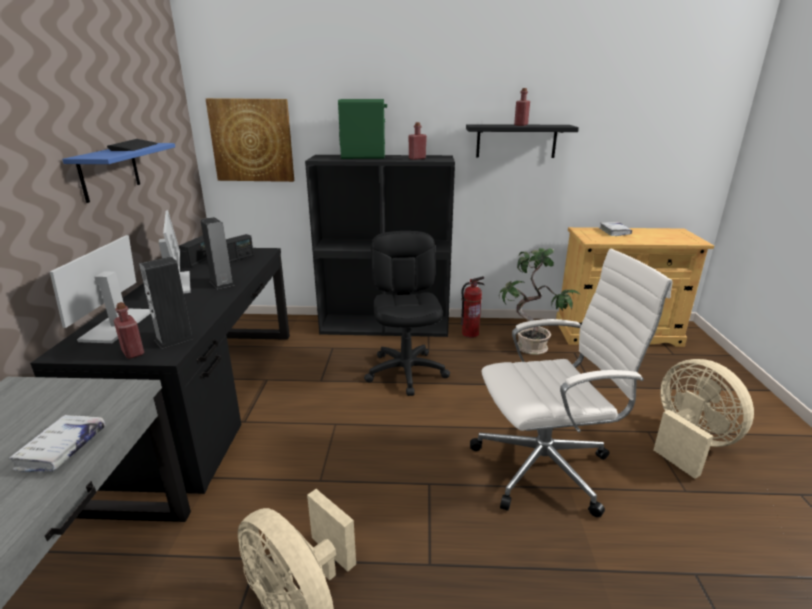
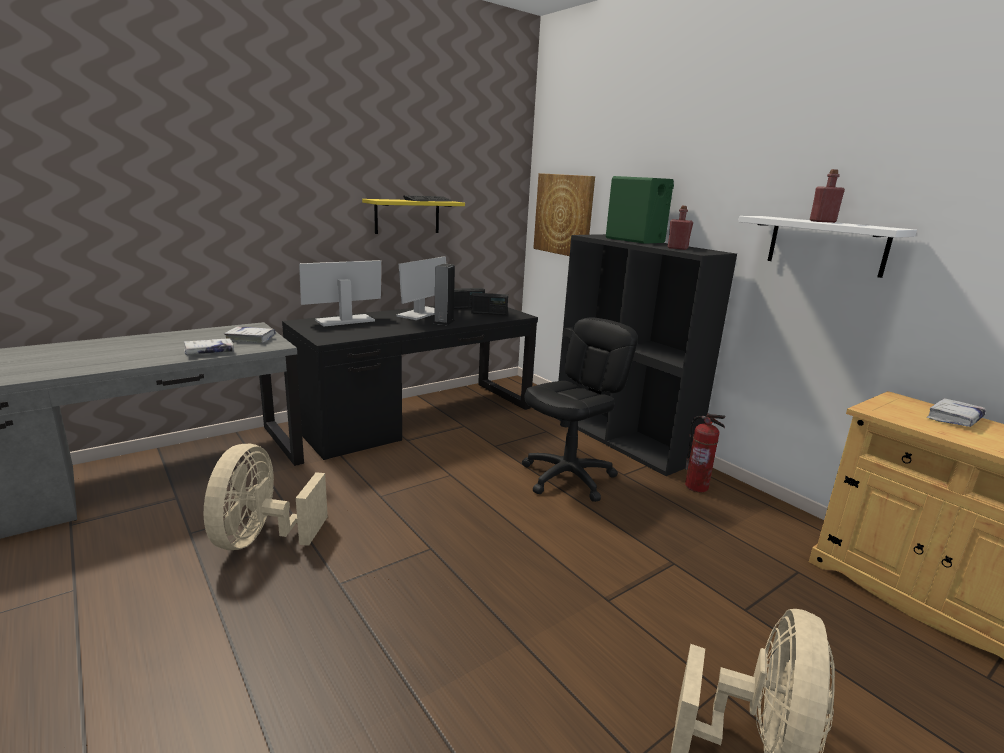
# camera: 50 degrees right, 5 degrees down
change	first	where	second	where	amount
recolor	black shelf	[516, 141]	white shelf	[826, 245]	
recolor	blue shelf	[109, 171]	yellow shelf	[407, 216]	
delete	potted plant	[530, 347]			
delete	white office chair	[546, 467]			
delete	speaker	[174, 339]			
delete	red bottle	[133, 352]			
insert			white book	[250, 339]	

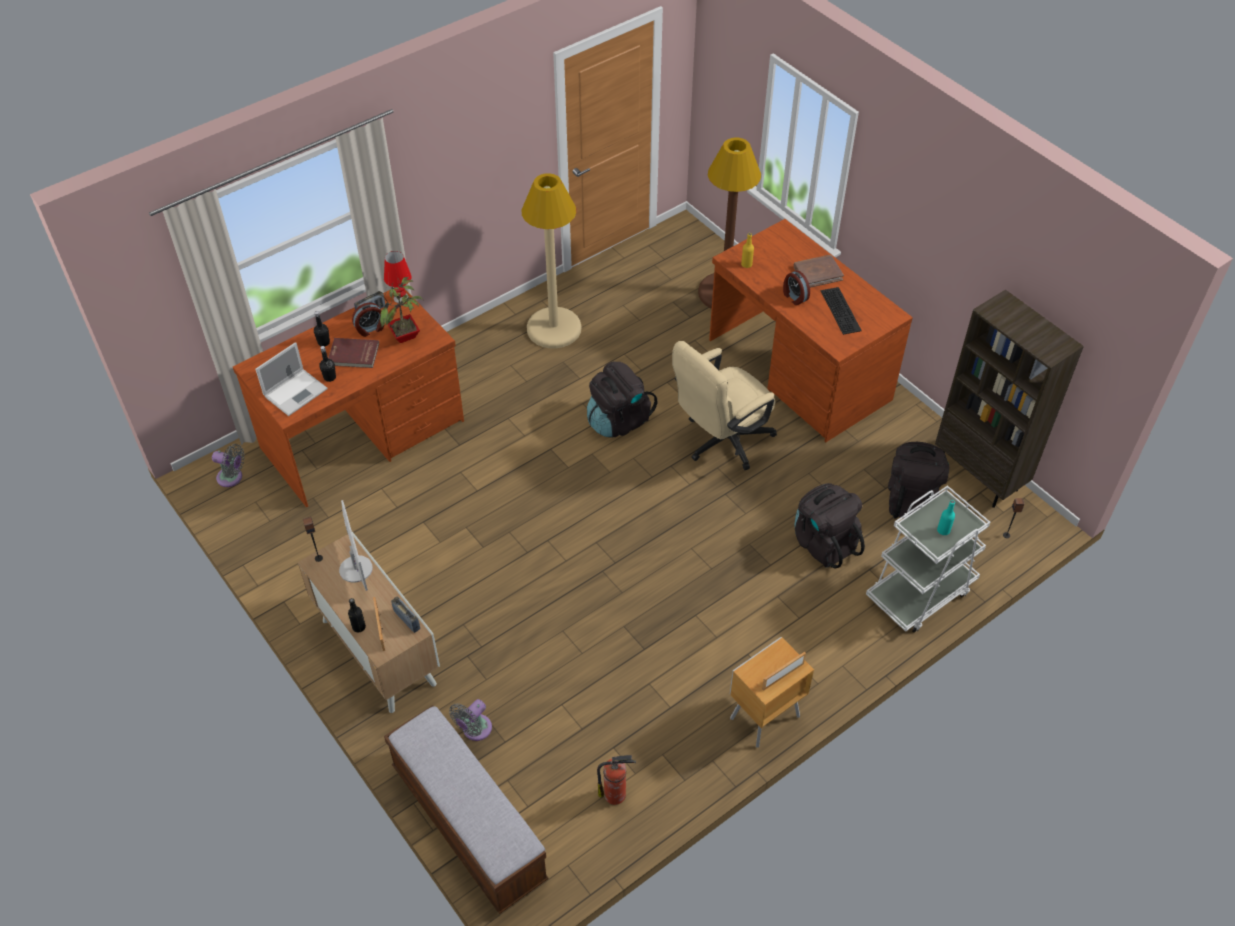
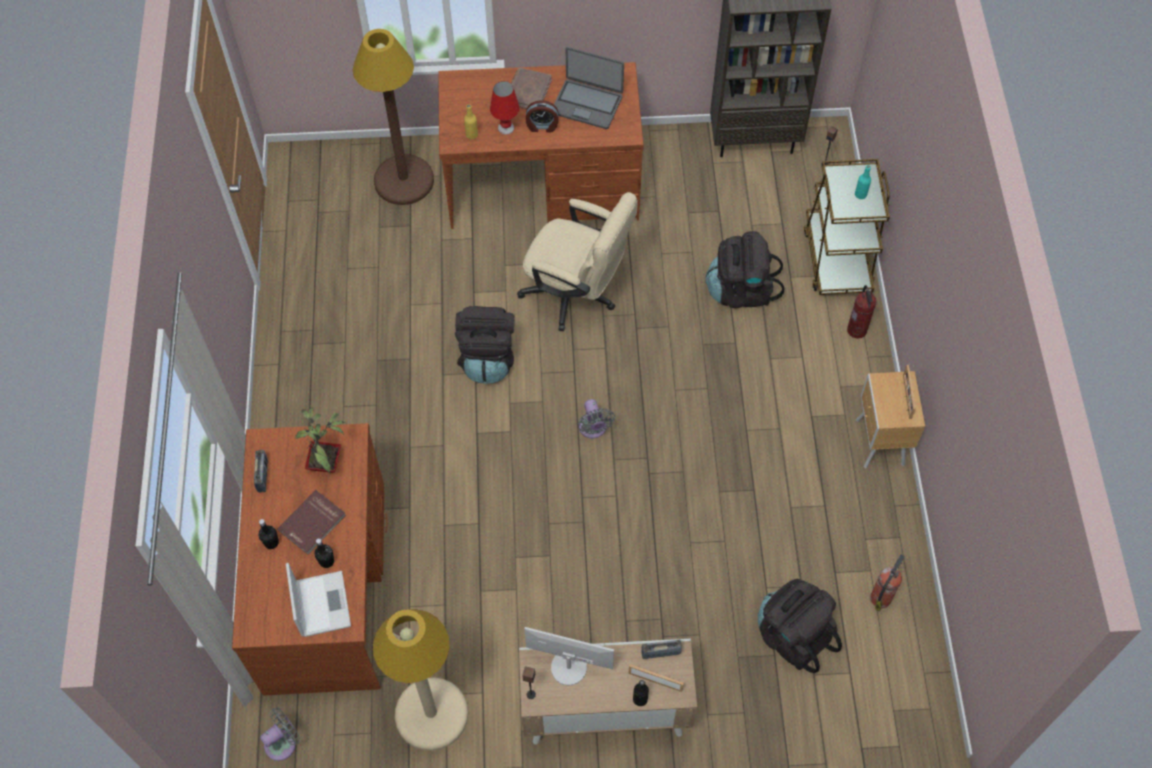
# camera: 55 degrees left, 10 degrees up
change	first	where	second	where	amount
move	beige floor lamp	[554, 328]		[431, 714]	
move	red table lamp	[400, 298]		[506, 128]	
replace	keyboard	[842, 311]	laptop	[587, 104]	
delete	alarm clock	[370, 329]			
rotate	beige office chair	[721, 442]		[577, 295]	60 degrees counterclockwise
move	black backpack	[911, 499]		[792, 635]	
recolor	white cart	[919, 593]	brown cart	[837, 258]	
move	grey fan	[474, 730]		[593, 429]	
delete	bench	[468, 823]			
insert			fire extinguisher	[857, 330]	

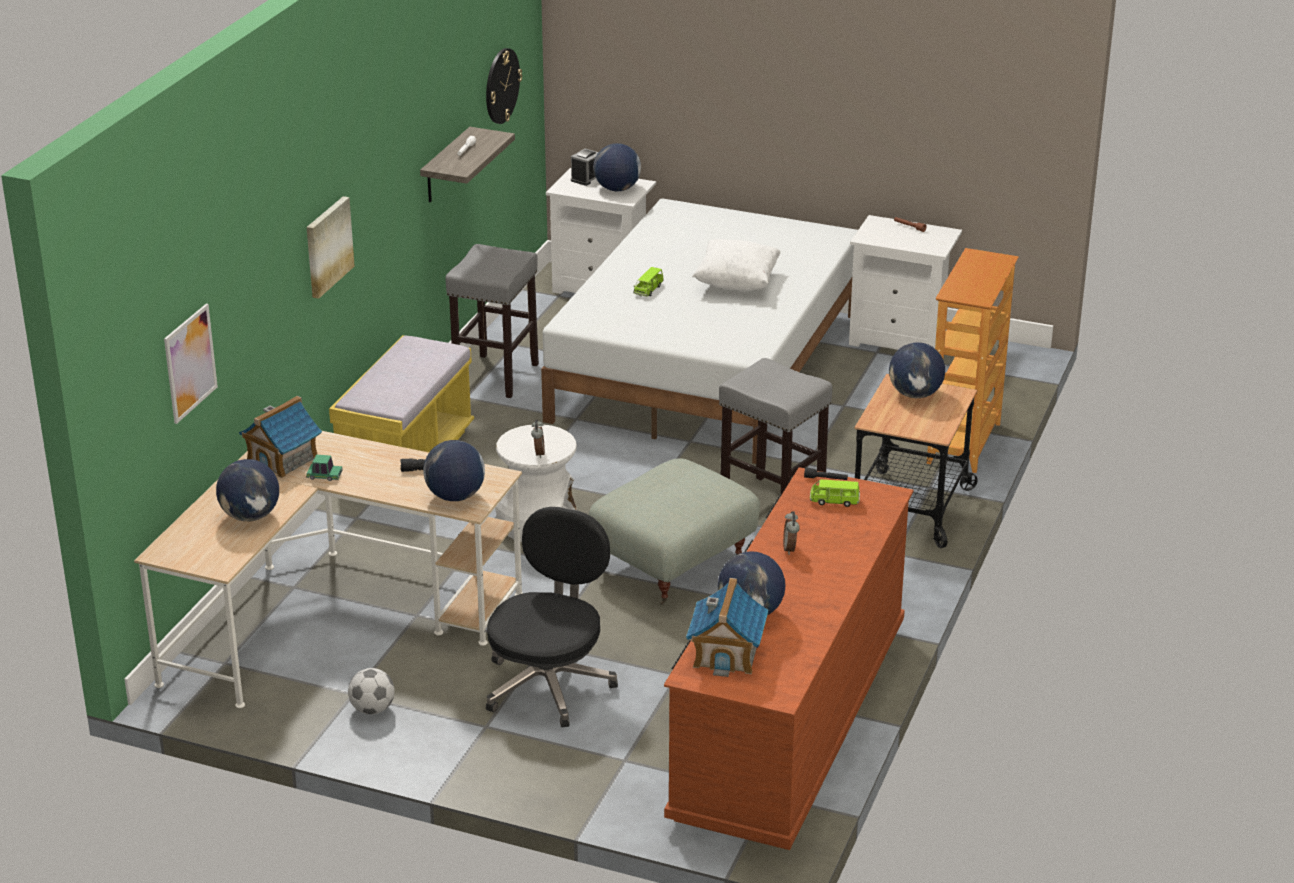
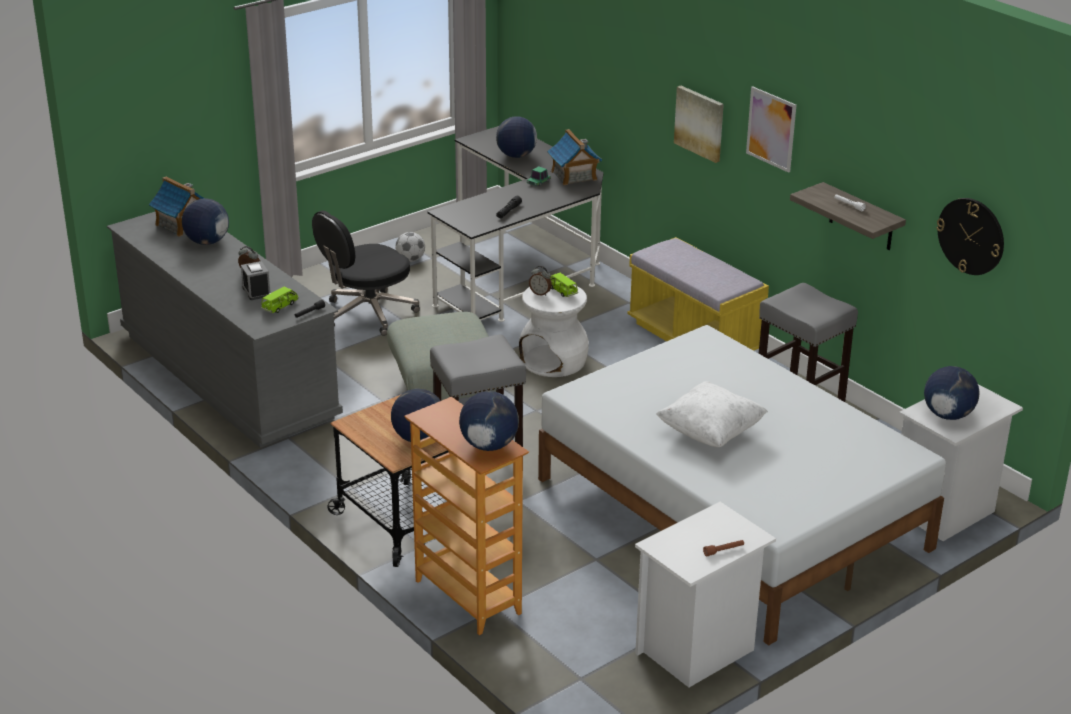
# camera: 120 degrees right, 0 degrees up
change	first	where	second	where	amount
move	alarm clock	[586, 178]		[256, 291]	
move	green toy car	[648, 290]		[562, 291]	
move	picture	[190, 363]		[771, 129]	
recolor	beige desk	[331, 615]	black desk	[520, 269]	
move	globe	[455, 496]		[489, 445]	
recolor	brown dresser	[789, 722]	grey dresser	[228, 375]	
rotate	black office chair	[549, 684]		[367, 314]	90 degrees clockwise

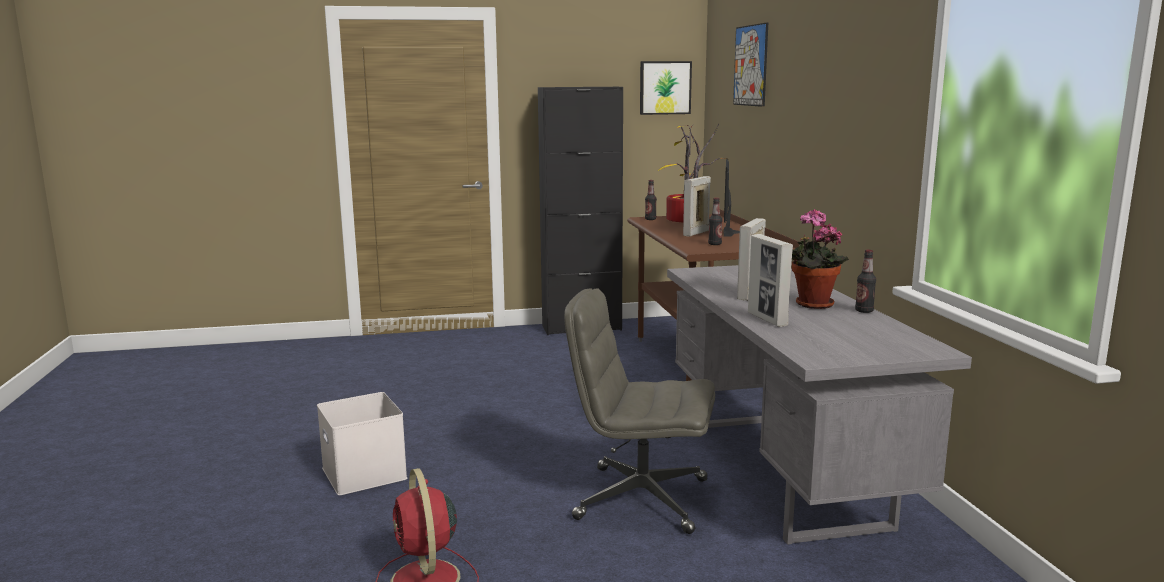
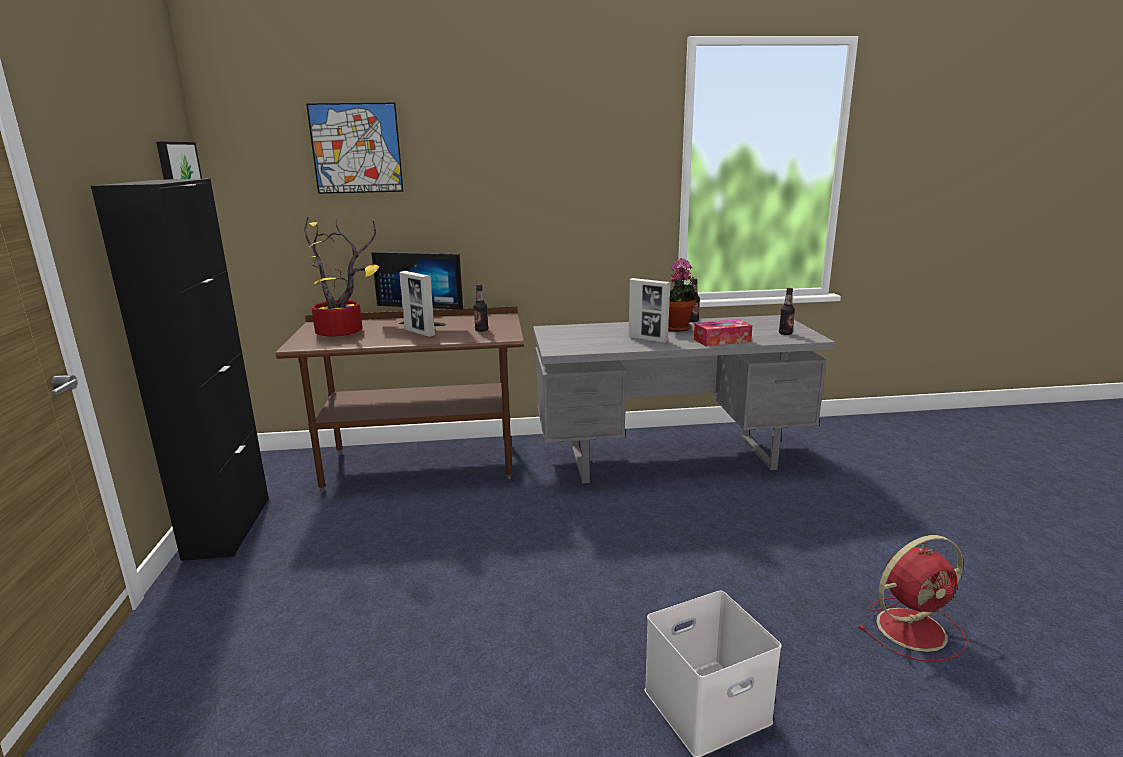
# camera: 85 degrees left, 5 degrees up
change	first	where	second	where	amount
move	bottle	[650, 219]		[785, 333]	
replace	picture frame	[767, 319]	tissue box	[722, 340]	
delete	grey office chair	[640, 499]			

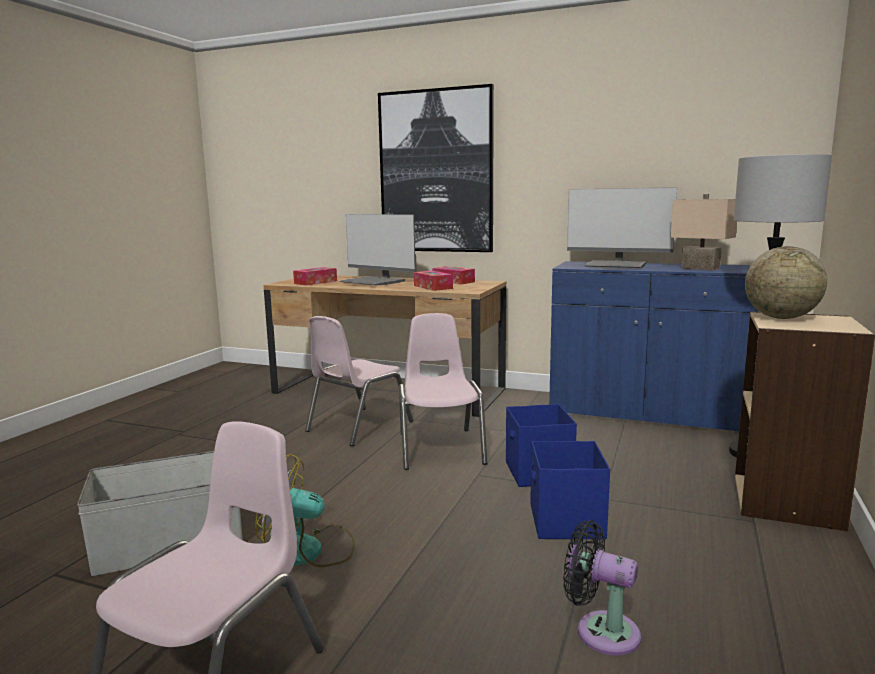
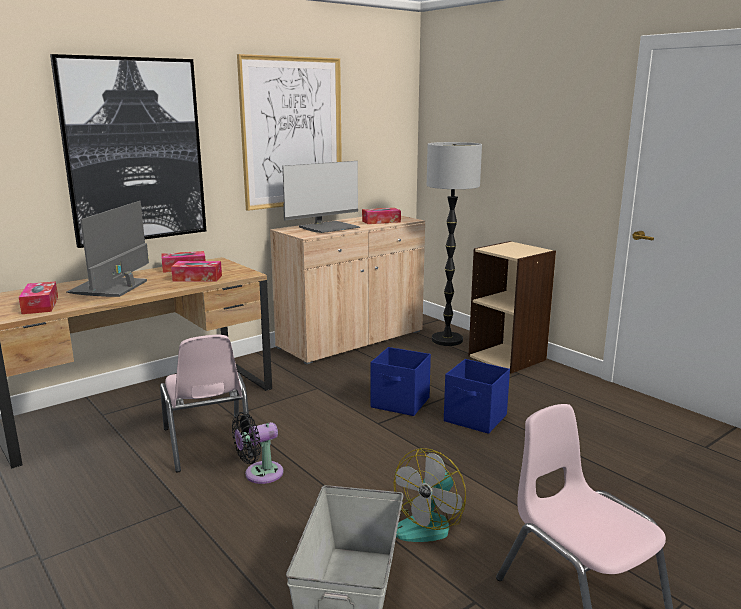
# camera: 60 degrees left, 5 degrees up
change	first	where	second	where	amount
replace	beige table lamp	[699, 268]	tissue box	[381, 221]	
rotate	monitor	[373, 282]		[110, 288]	120 degrees clockwise
delete	globe	[781, 318]			
recolor	blue cabinet	[644, 413]	beige cabinet	[351, 339]	
delete	pink chair	[440, 448]			
move	black fan	[601, 631]		[259, 474]	
insert			picture	[292, 132]	

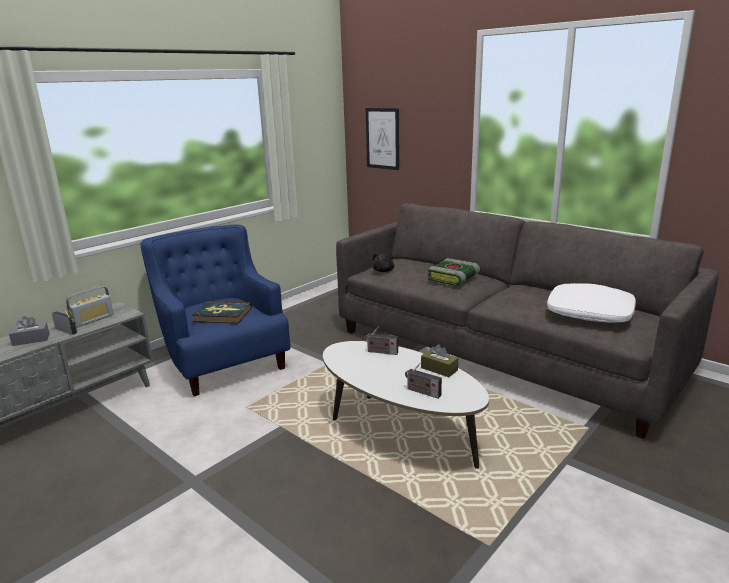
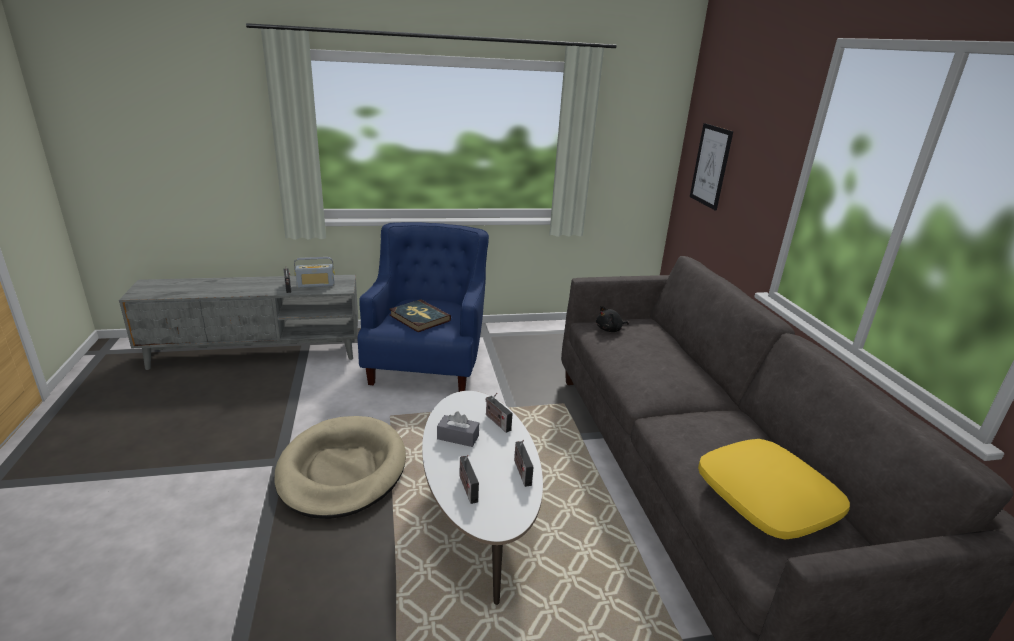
# camera: 35 degrees right, 5 degrees up
change	first	where	second	where	amount
delete	book	[454, 278]			
recolor	white pillow	[590, 313]	yellow pillow	[767, 498]	
move	grey tissue box	[31, 340]		[458, 437]	
replace	brown tissue box	[439, 369]	radio	[521, 471]	
insert			beige dog bed	[342, 470]	

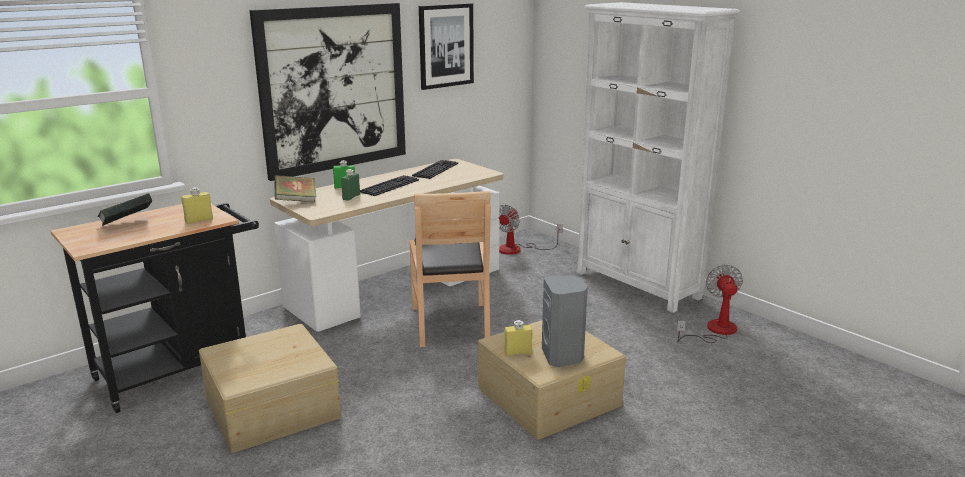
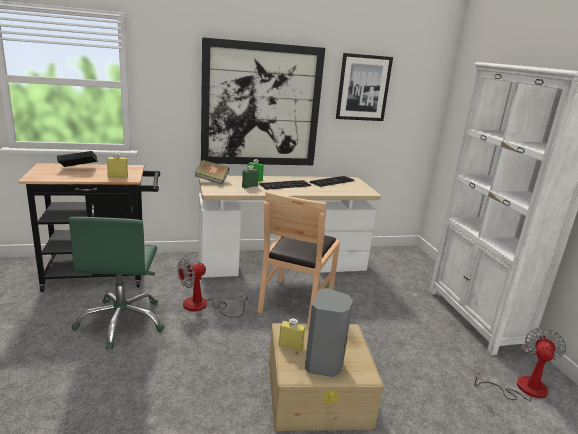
# camera: 25 degrees right, 0 degrees up
change	first	where	second	where	amount
move	fan	[518, 249]		[203, 306]	
replace	beige storage box	[271, 408]	green office chair	[122, 322]	

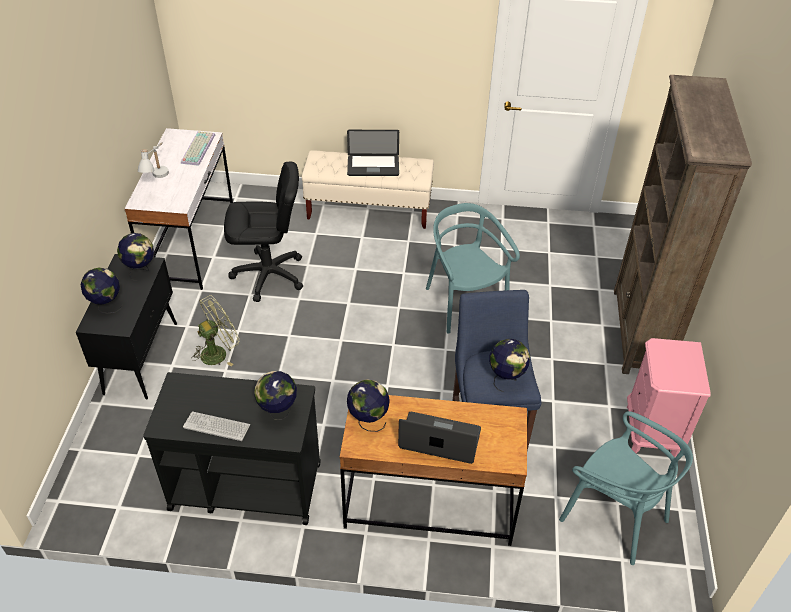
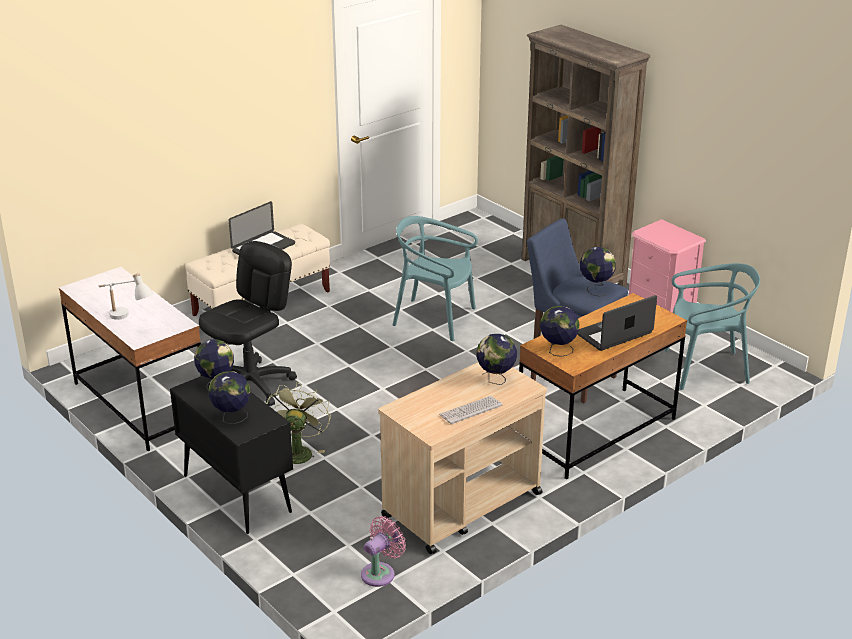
# camera: 45 degrees left, 15 degrees down
change	first	where	second	where	amount
delete	keyboard	[197, 148]			
recolor	black cart	[244, 485]	beige cart	[461, 505]	
insert			pink fan	[380, 573]	

